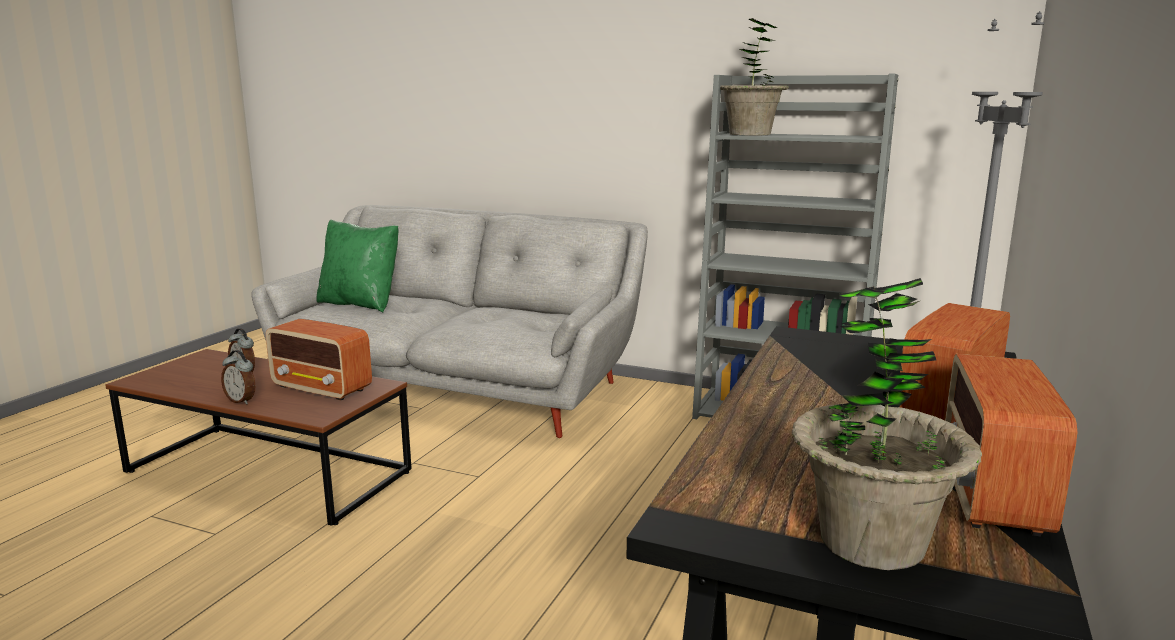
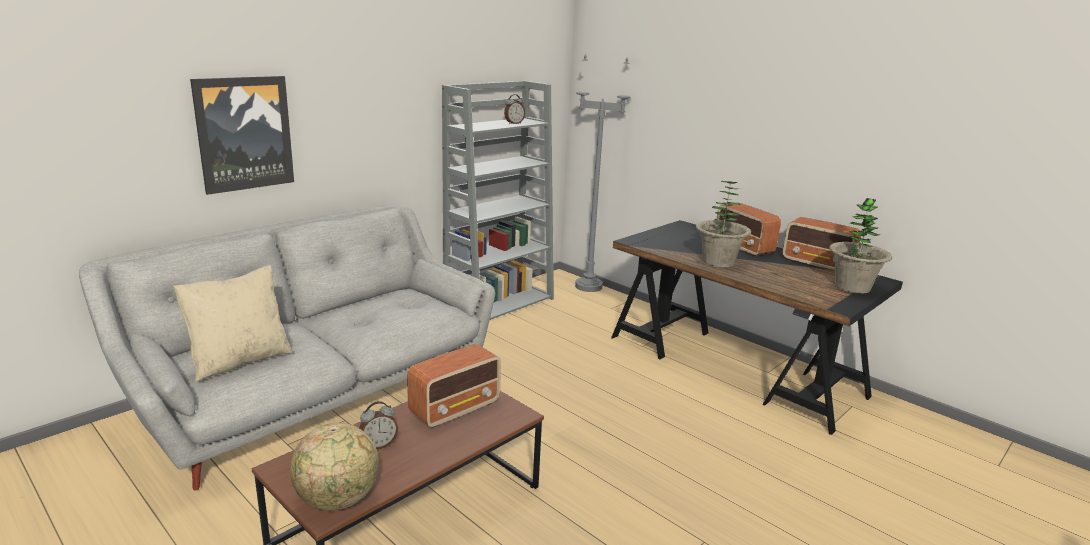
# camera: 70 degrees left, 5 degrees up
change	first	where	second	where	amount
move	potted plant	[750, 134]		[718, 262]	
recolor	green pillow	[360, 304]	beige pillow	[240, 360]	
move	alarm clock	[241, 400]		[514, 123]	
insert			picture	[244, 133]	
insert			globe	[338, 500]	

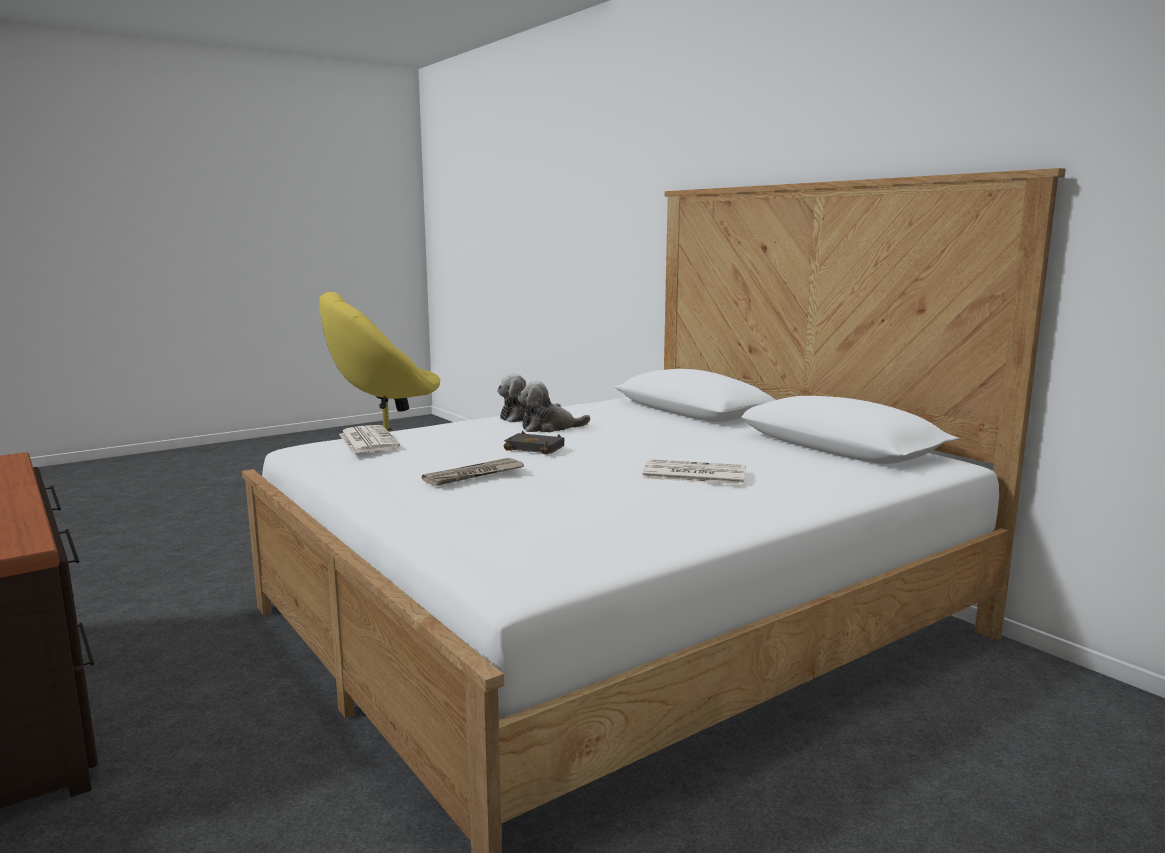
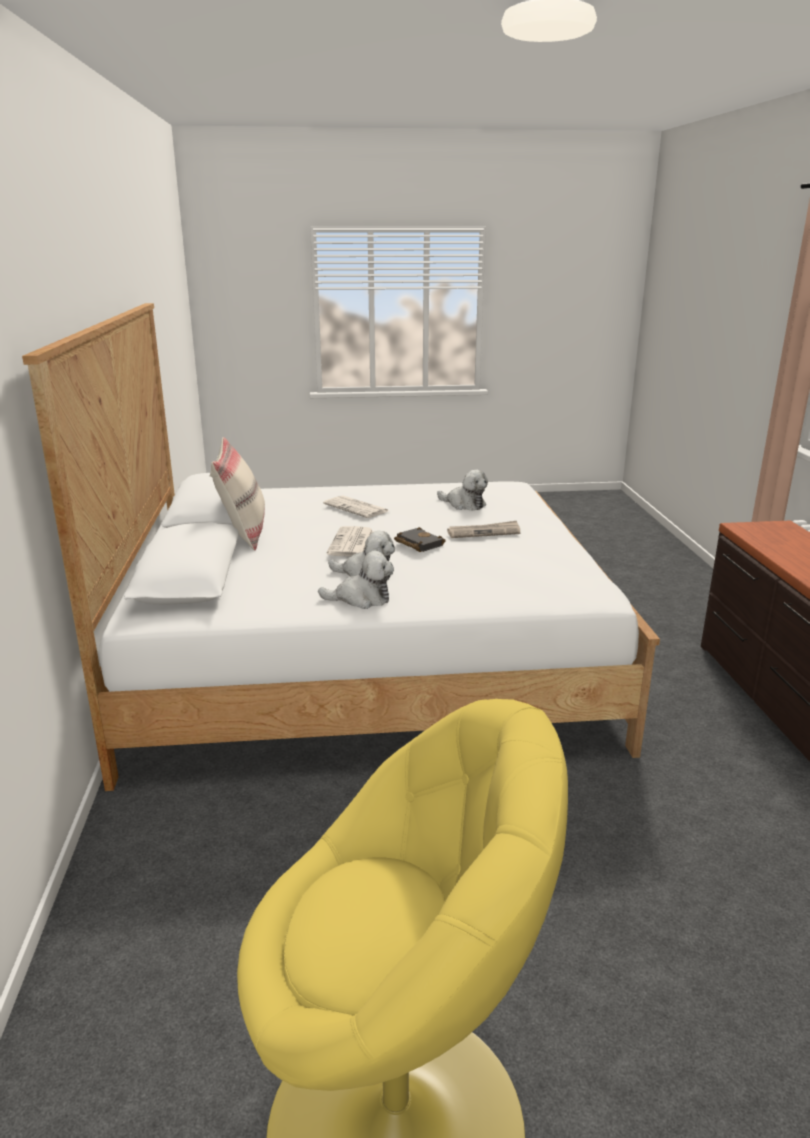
# camera: 150 degrees left, 10 degrees up
change	first	where	second	where	amount
move	newspaper	[367, 441]		[352, 543]	
insert			beige pillow	[242, 534]	
insert			plush toy	[464, 504]	

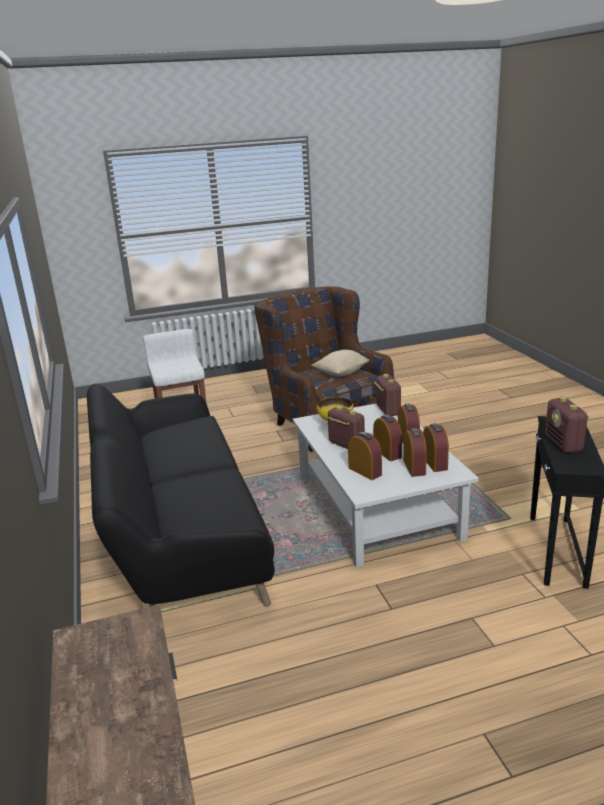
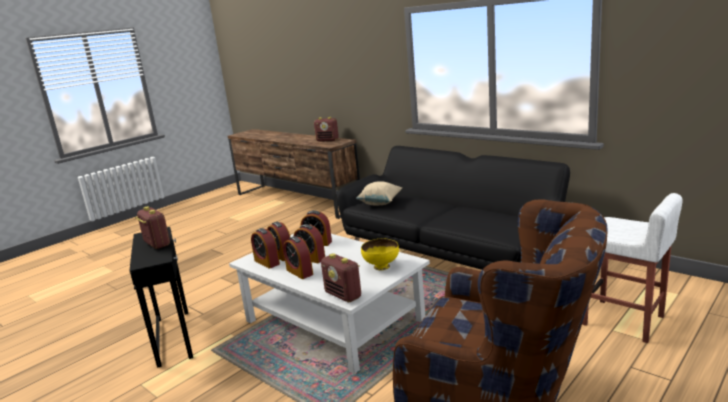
# camera: 150 degrees right, 5 degrees down
change	first	where	second	where	amount
move	beige pillow	[341, 373]		[380, 203]	
move	radio	[346, 445]		[327, 140]	

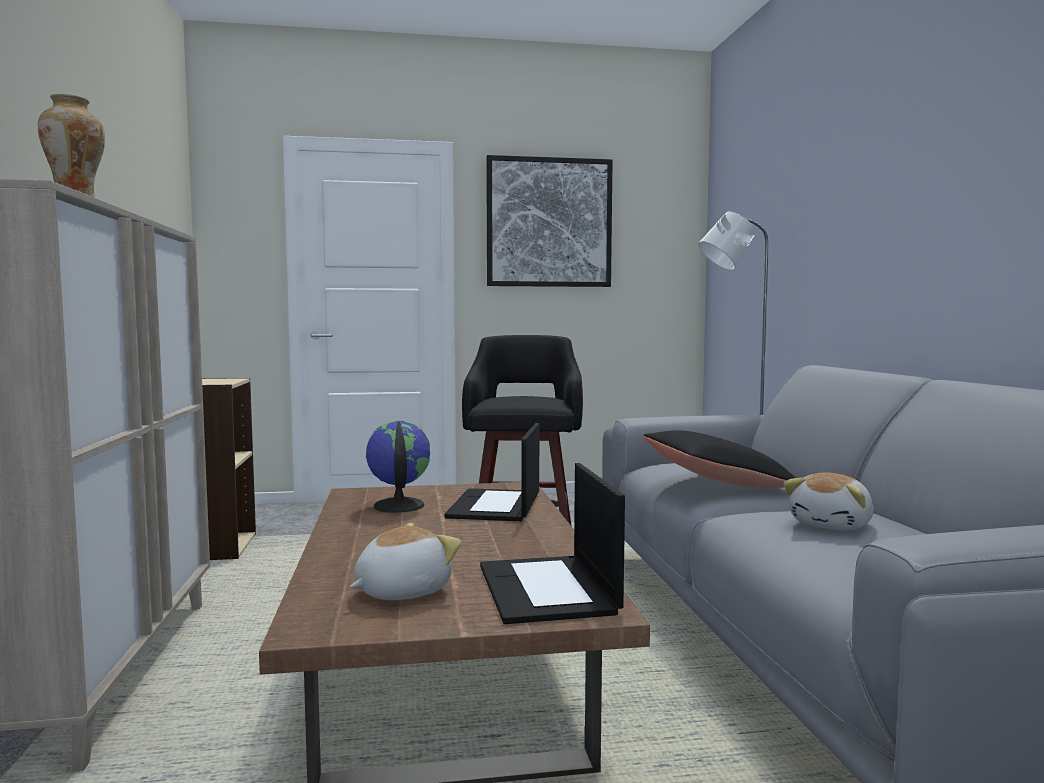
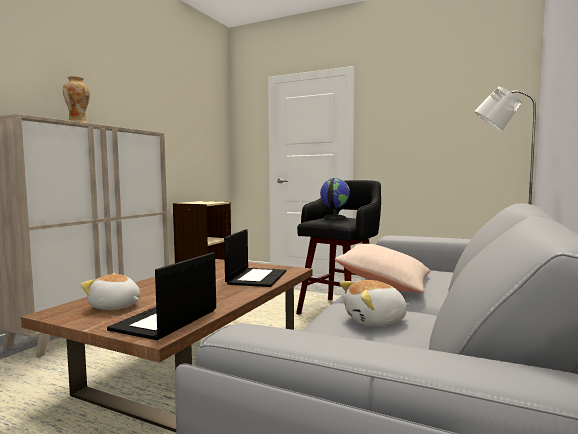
# camera: 35 degrees right, 0 degrees up
change	first	where	second	where	amount
delete	picture	[549, 223]			
move	globe	[398, 506]		[334, 217]	
rotate	laptop	[496, 506]		[256, 277]	150 degrees clockwise
recolor	black pillow	[717, 482]	beige pillow	[384, 282]	
rotate	plush toy	[401, 591]		[115, 306]	150 degrees counterclockwise

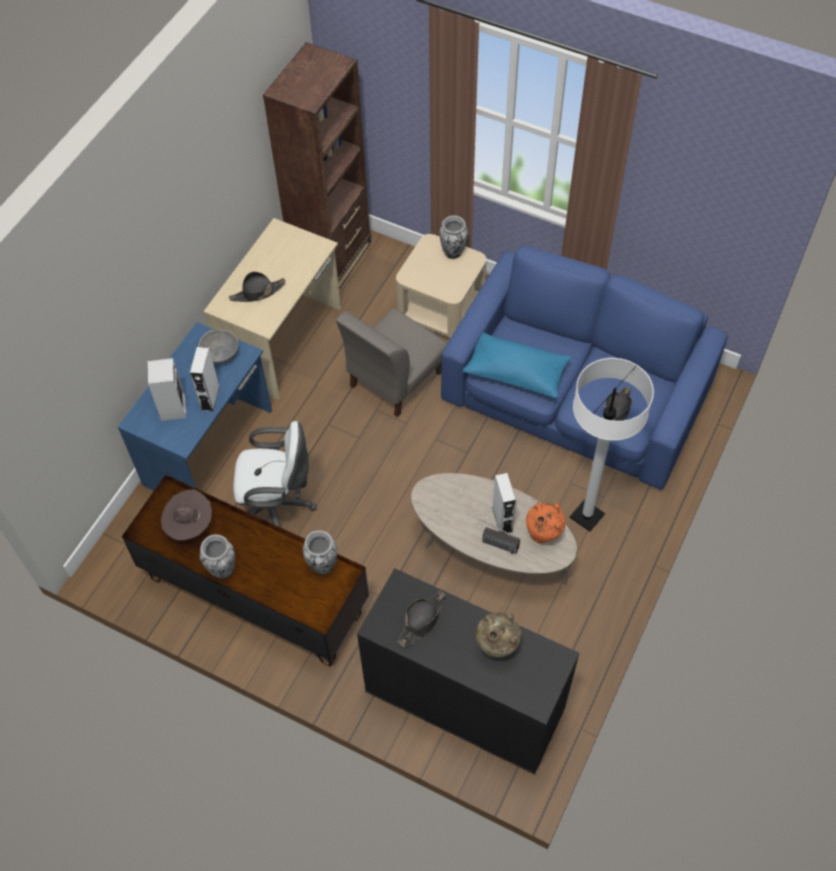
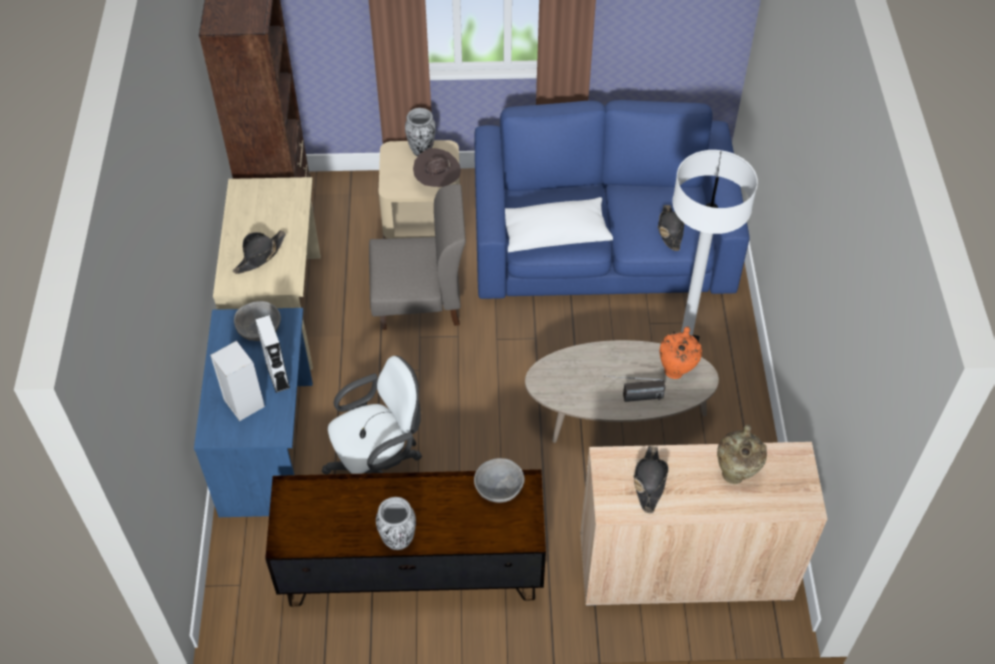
# camera: 30 degrees left, 5 degrees down
change	first	where	second	where	amount
rotate	grey chair	[394, 379]		[419, 301]	105 degrees counterclockwise
recolor	blue pillow	[516, 372]	white pillow	[555, 234]	
delete	white speaker	[502, 519]			
move	brown hat	[189, 525]		[437, 183]	
replace	vase	[322, 566]	grey bowl	[499, 488]	
recolor	black cabinet	[464, 700]	beige cabinet	[684, 566]	

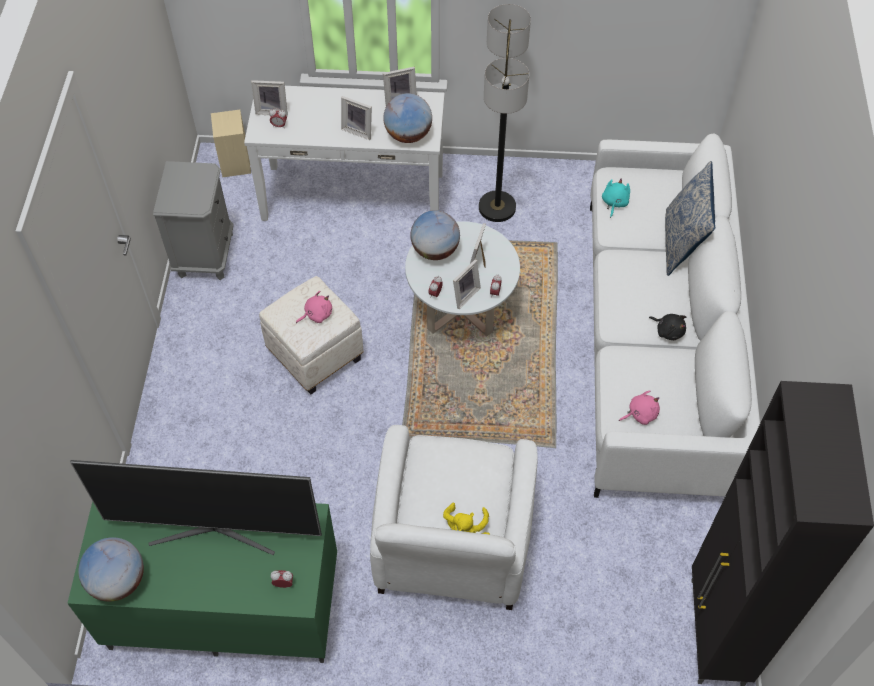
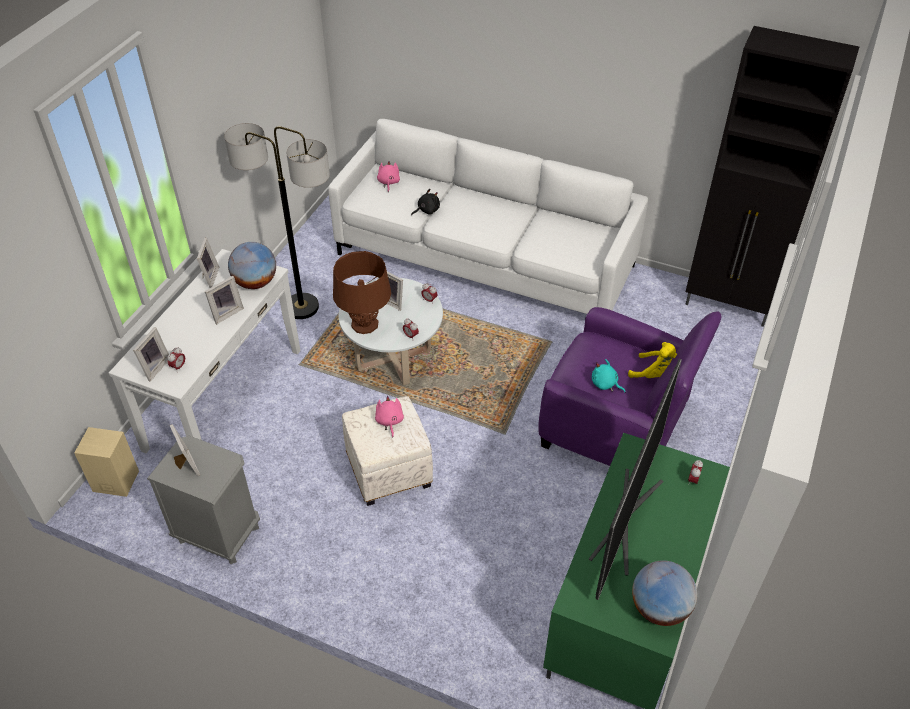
# camera: 70 degrees left, 10 degrees down
change	first	where	second	where	amount
delete	pillow	[682, 243]			
move	turquoise plush toy	[614, 203]		[605, 384]	
replace	globe	[435, 250]	brown table lamp	[364, 324]	
move	picture frame	[464, 295]		[186, 465]	
move	black plush toy	[668, 331]		[427, 210]	
move	pink plush toy	[640, 414]		[388, 182]	
recolor	white armchair	[452, 544]	purple armchair	[615, 428]	

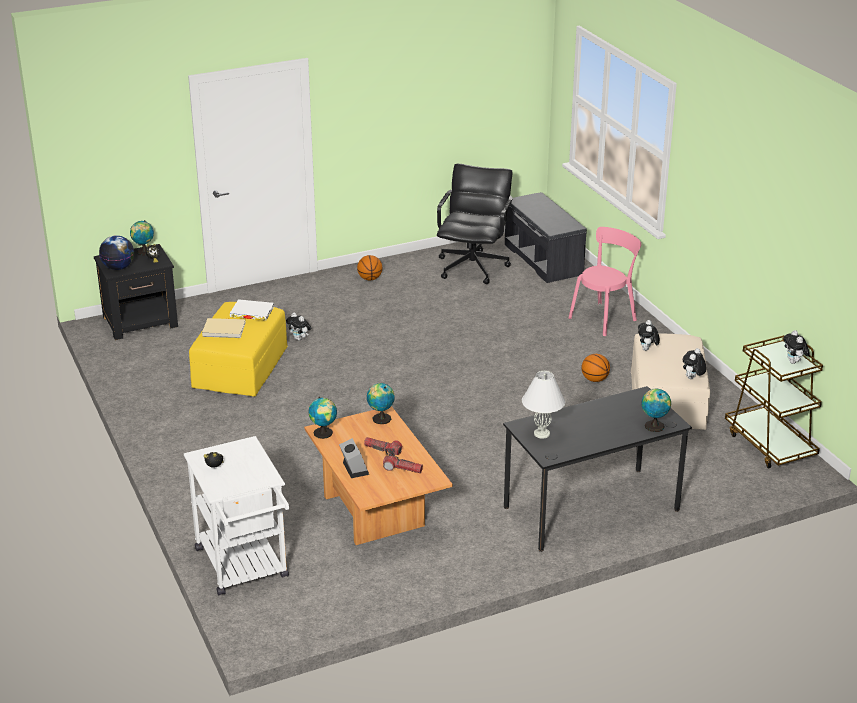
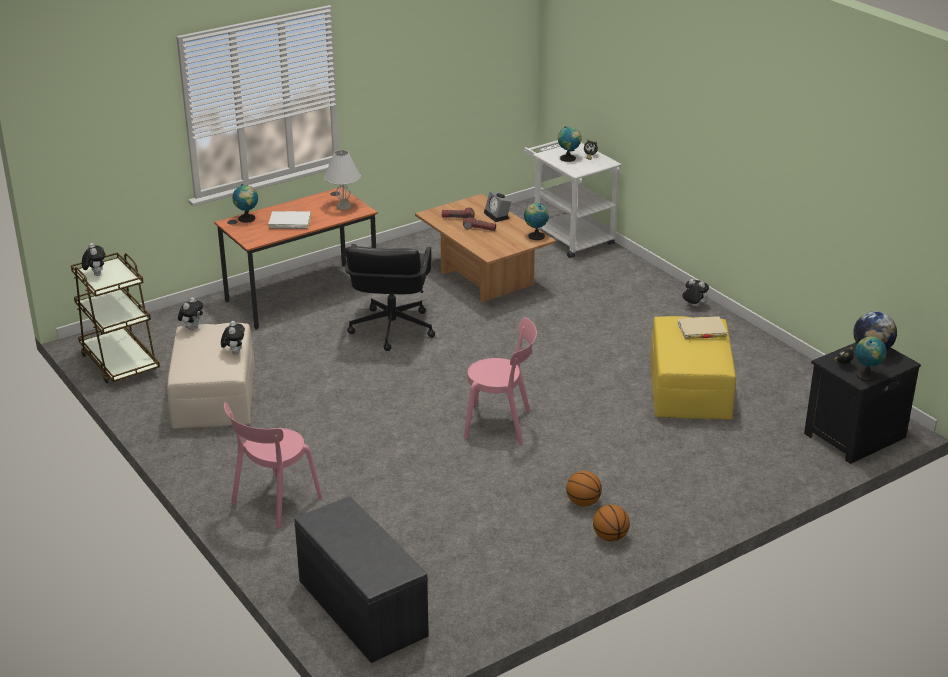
# camera: 170 degrees right, 0 degrees up
change	first	where	second	where	amount
move	black office chair	[473, 267]		[391, 329]	
move	white book	[252, 312]		[290, 222]	
move	plush toy	[299, 339]		[693, 306]	
move	basketball	[594, 380]		[583, 502]	
move	globe	[380, 418]		[569, 158]	
recolor	black desk	[591, 509]	orange desk	[302, 295]	
insert			pink chair	[501, 424]	

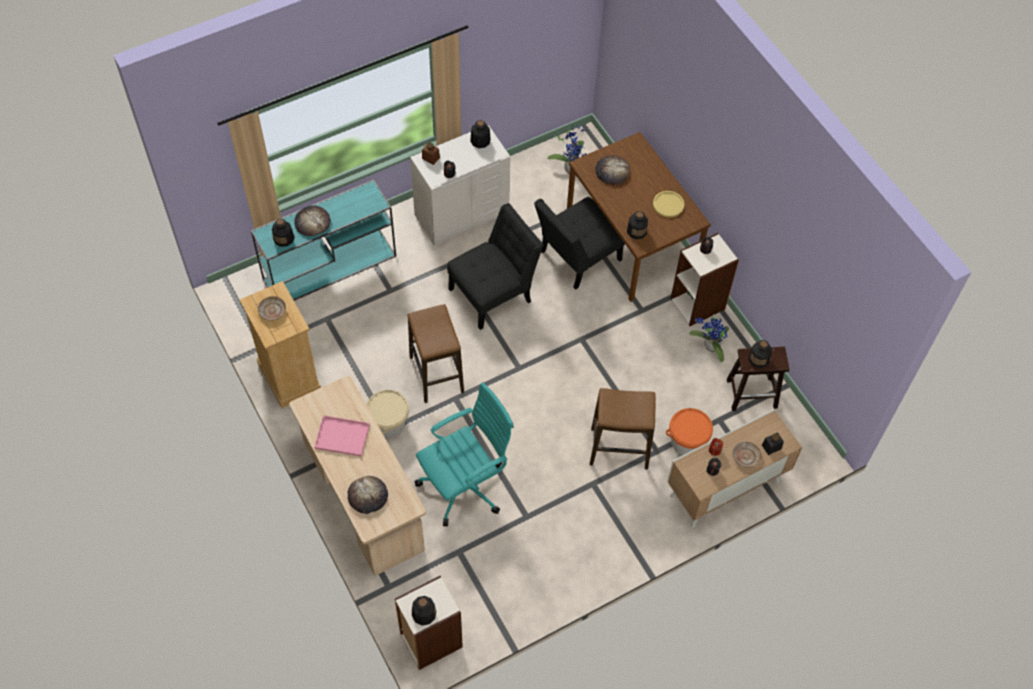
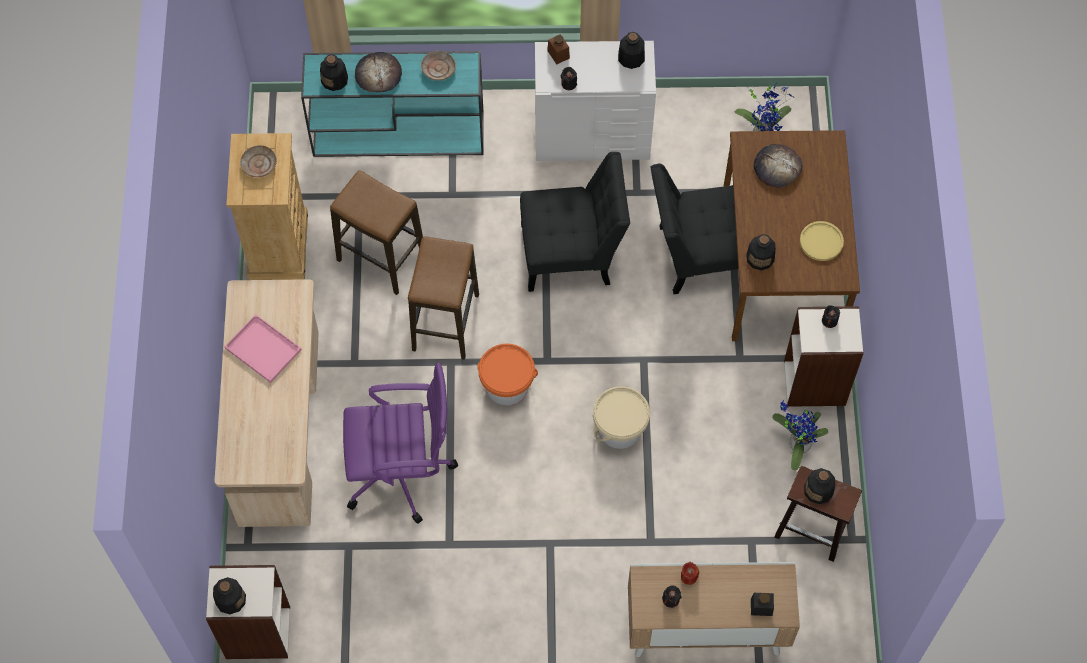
# camera: 30 degrees right, 5 degrees up
change	first	where	second	where	amount
recolor	turquoise office chair	[465, 484]	purple office chair	[401, 471]	
move	stool	[619, 449]		[381, 258]	
move	beige bucket	[388, 423]		[619, 429]	
move	orange bucket	[687, 441]		[507, 386]	
move	beige plate	[745, 456]		[438, 68]	
delete	bread	[368, 496]			

